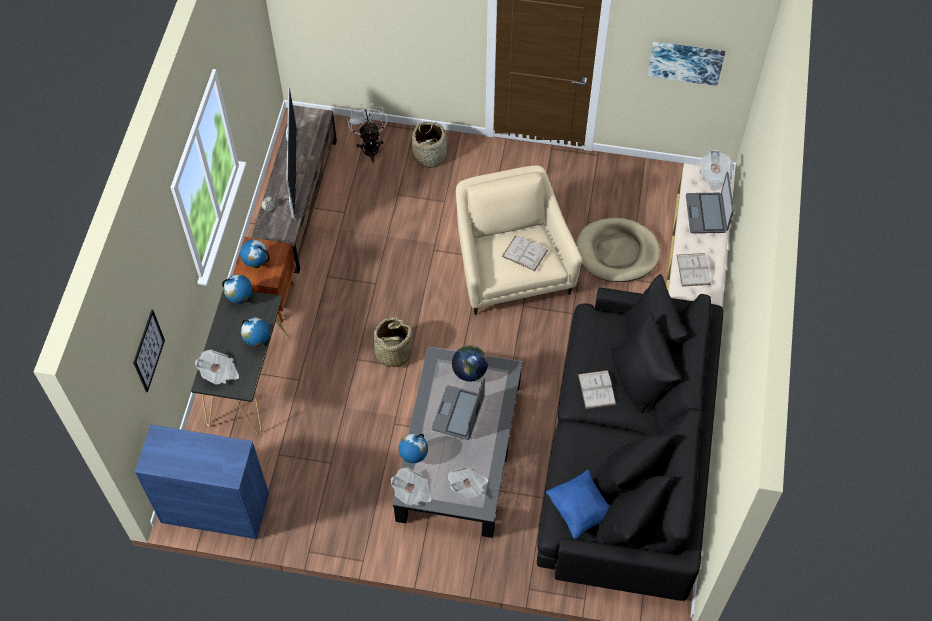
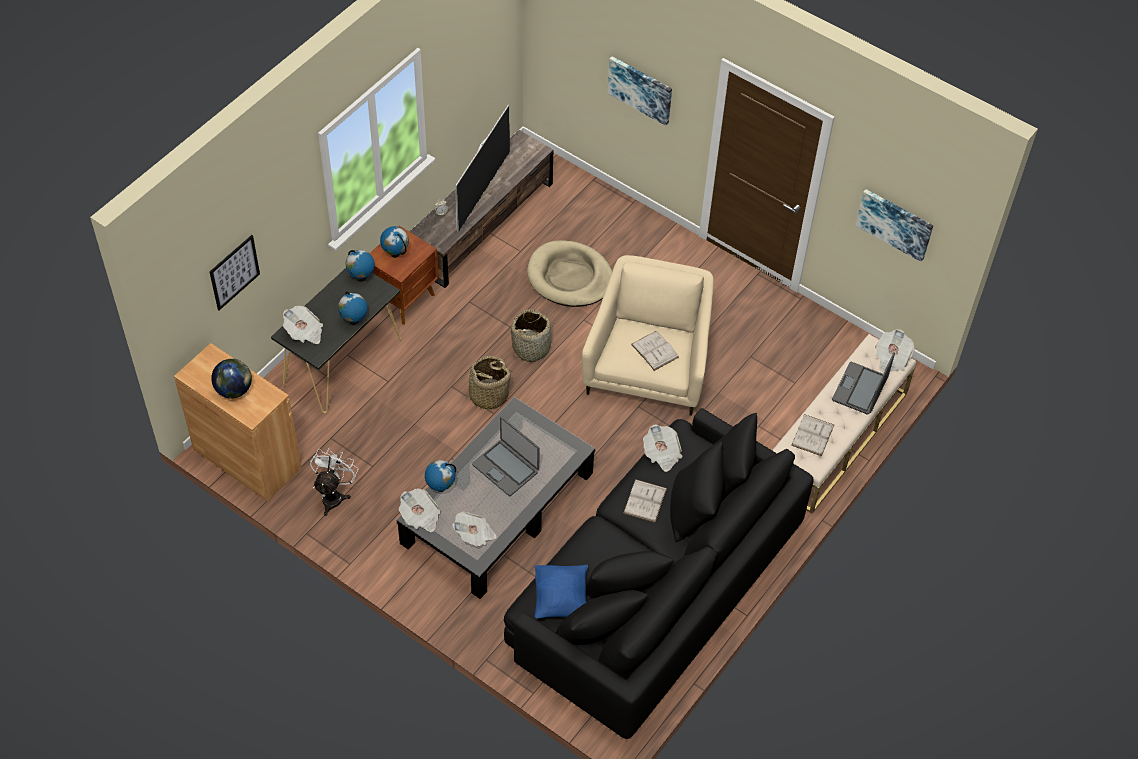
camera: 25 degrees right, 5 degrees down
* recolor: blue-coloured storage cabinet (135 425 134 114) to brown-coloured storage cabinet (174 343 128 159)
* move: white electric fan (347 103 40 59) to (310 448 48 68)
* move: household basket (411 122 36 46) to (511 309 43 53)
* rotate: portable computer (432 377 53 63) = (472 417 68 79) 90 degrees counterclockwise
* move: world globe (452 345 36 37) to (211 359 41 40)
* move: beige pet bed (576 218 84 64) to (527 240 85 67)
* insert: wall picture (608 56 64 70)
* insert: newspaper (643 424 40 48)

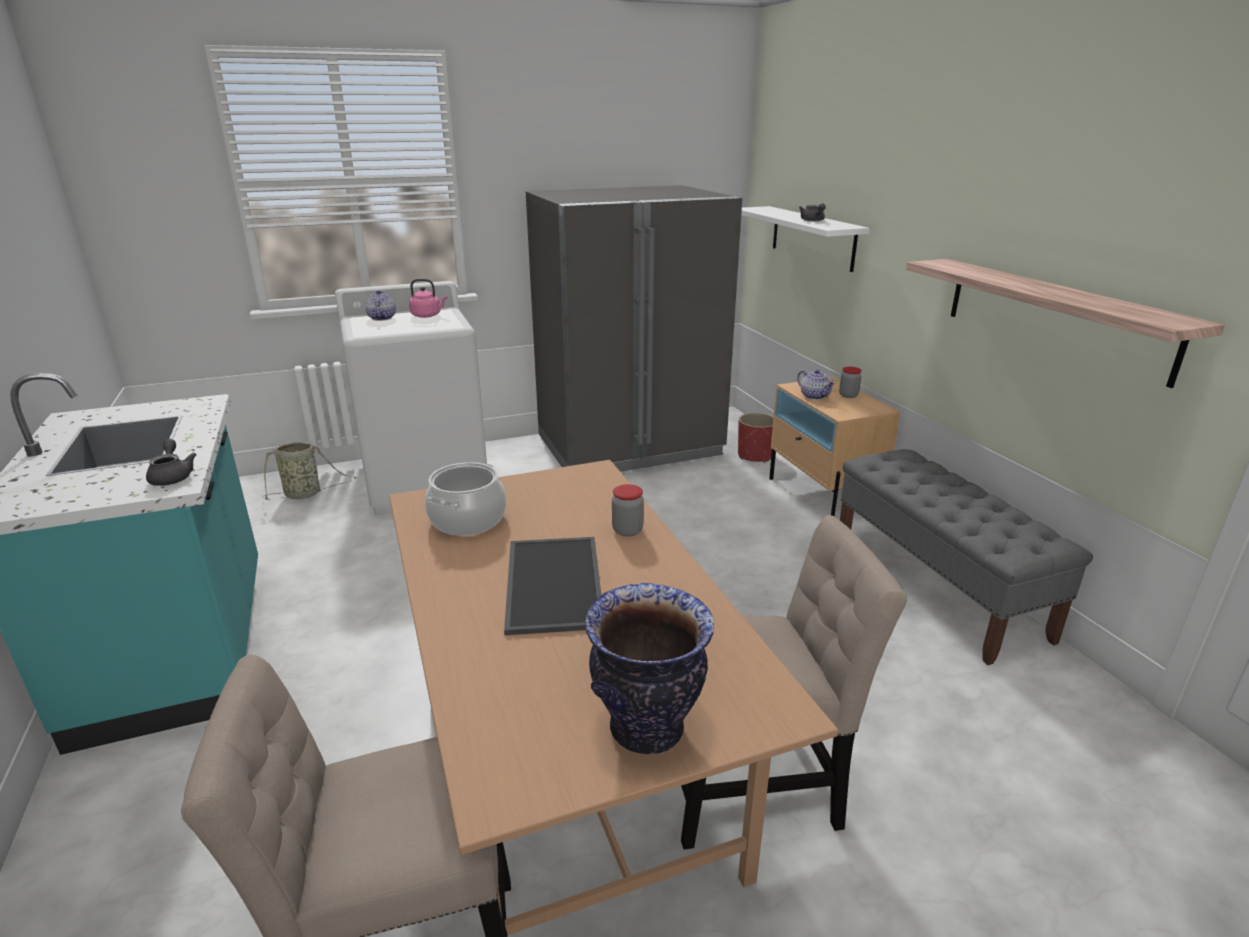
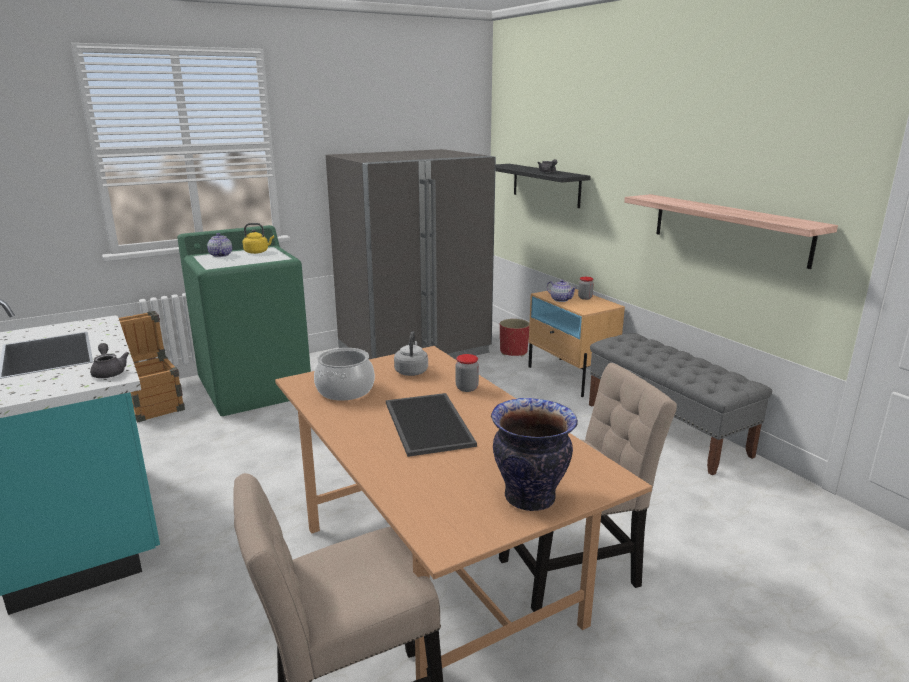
camera: 10 degrees left, 5 degrees down
* replace: household basket (263 442 93 58) to packing crate (119 311 66 111)
* recolor: white laundry machine (335 281 152 235) to green laundry machine (177 225 134 191)
* recolor: pink-coloured water kettle (409 279 38 39) to yellow-coloured water kettle (243 223 31 31)
* recolor: white wall shelf (741 206 129 66) to black-coloured wall shelf (496 164 95 44)
* insert: grey water kettle (394 331 34 45)

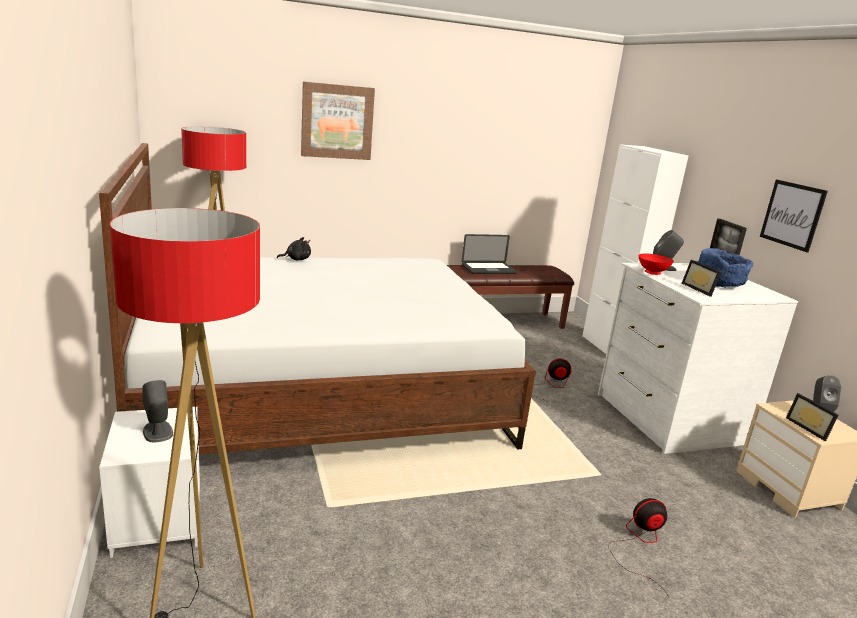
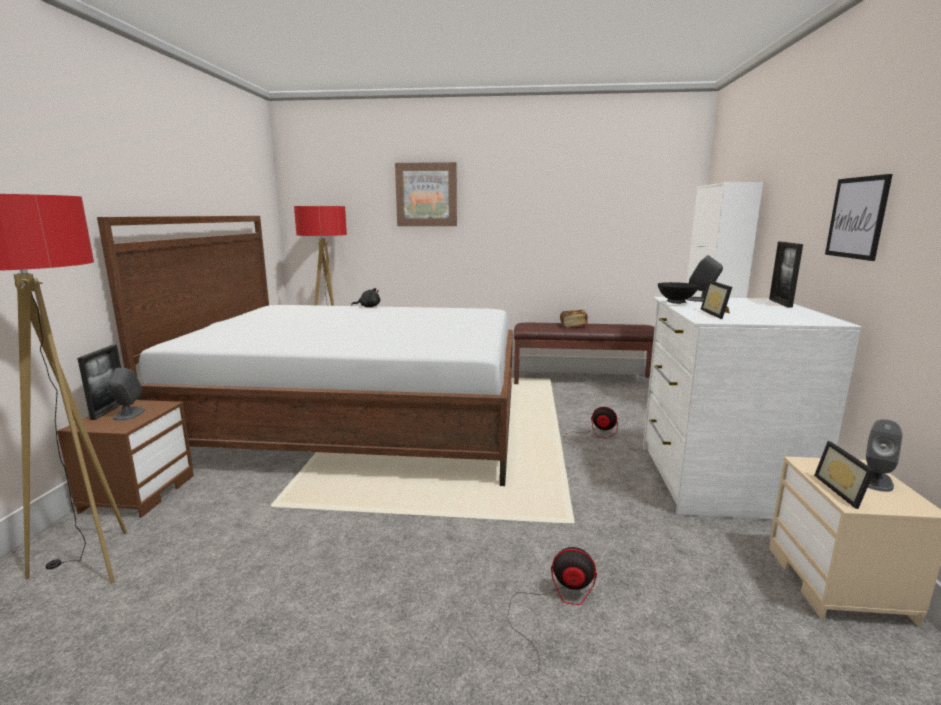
camera: 25 degrees right, 5 degrees down
* recolor: white bedside table (99 407 101 151) to brown-coloured bedside table (57 400 137 118)
* replace: portable computer (462 234 55 40) to volume (560 310 28 18)
* recolor: red bowl (638 254 36 21) to black-coloured bowl (658 282 41 22)
* delete: blue-coloured bowl (696 248 57 40)
* insert: photo frame (77 345 44 75)

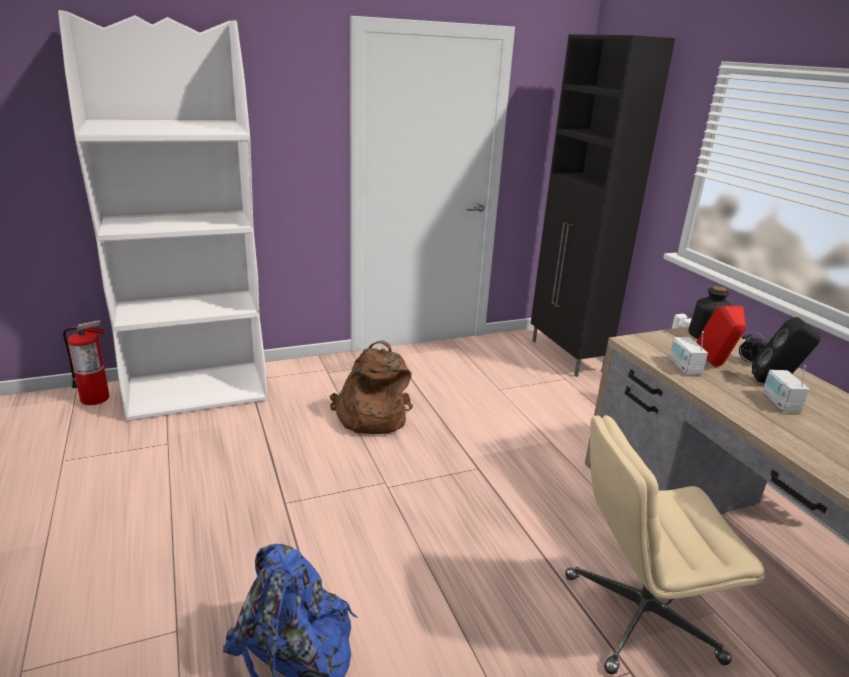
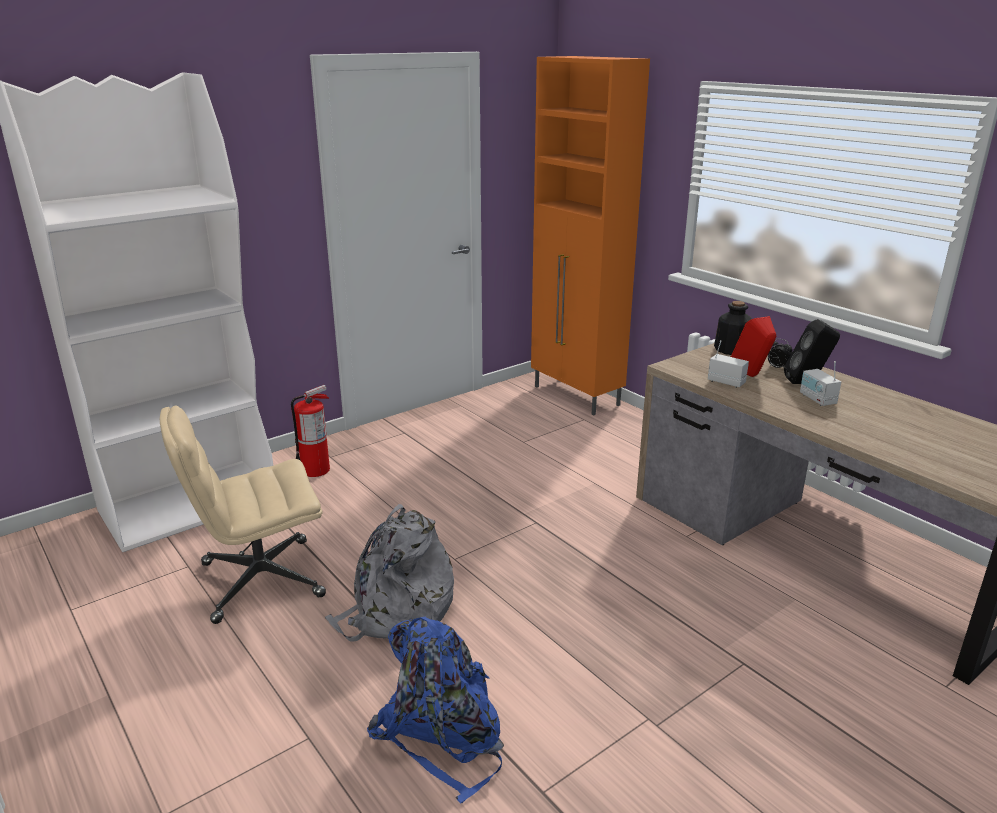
camera: 15 degrees left, 0 degrees up
* move: fire-fighting cylinder (63 320 47 85) to (291 385 39 92)
* delete: brown-coloured rucksack (329 341 84 93)
* recolor: black-coloured storage cabinet (531 34 144 343) to orangey storage cabinet (531 56 119 359)
* move: beige computer chair (565 415 200 259) to (160 405 166 219)
* rotate: radio receiver (669 331 39 43) = (708 340 41 48) 150 degrees clockwise
* insert: grey rucksack (325 504 129 138)

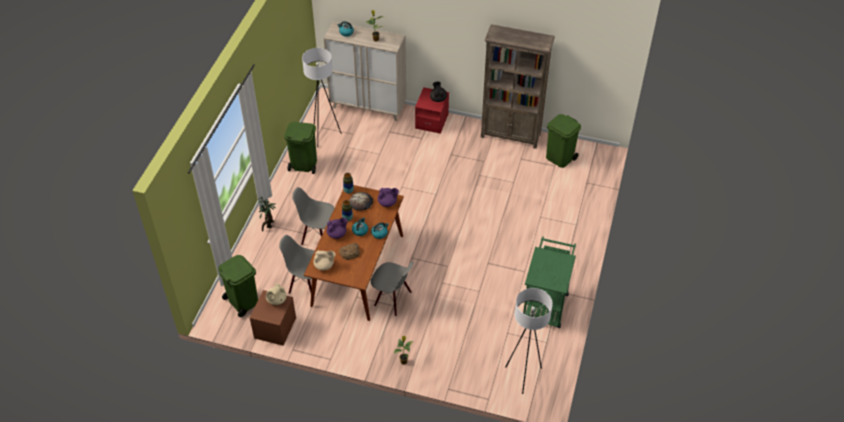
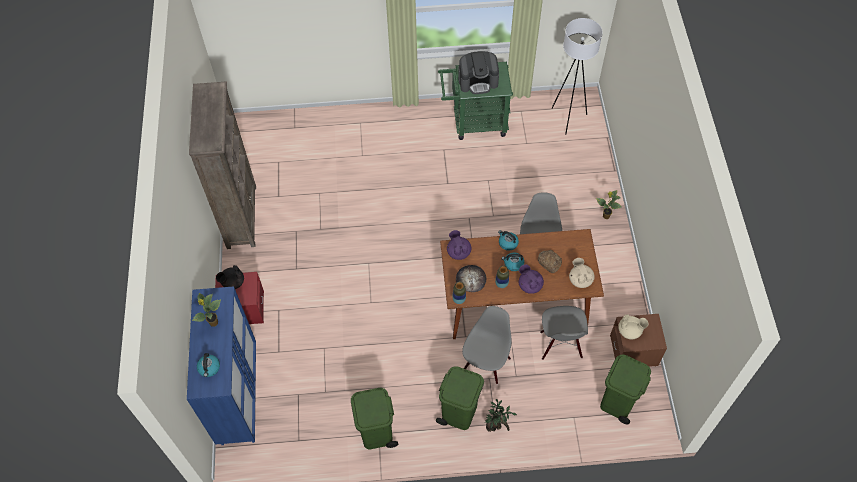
camera: 110 degrees left, 10 degrees up
* rotate: grey upright chair (292 187 42 58) = (462 306 49 78) 150 degrees counterclockwise
* delete: white floor lamp (302 48 40 100)
* recolor: beige storage cabinet (323 22 83 99) to blue-coloured storage cabinet (187 286 69 159)
* move: green waste bin (546 114 35 54) to (436 366 48 64)
* insert: coffee machine (458 51 41 43)

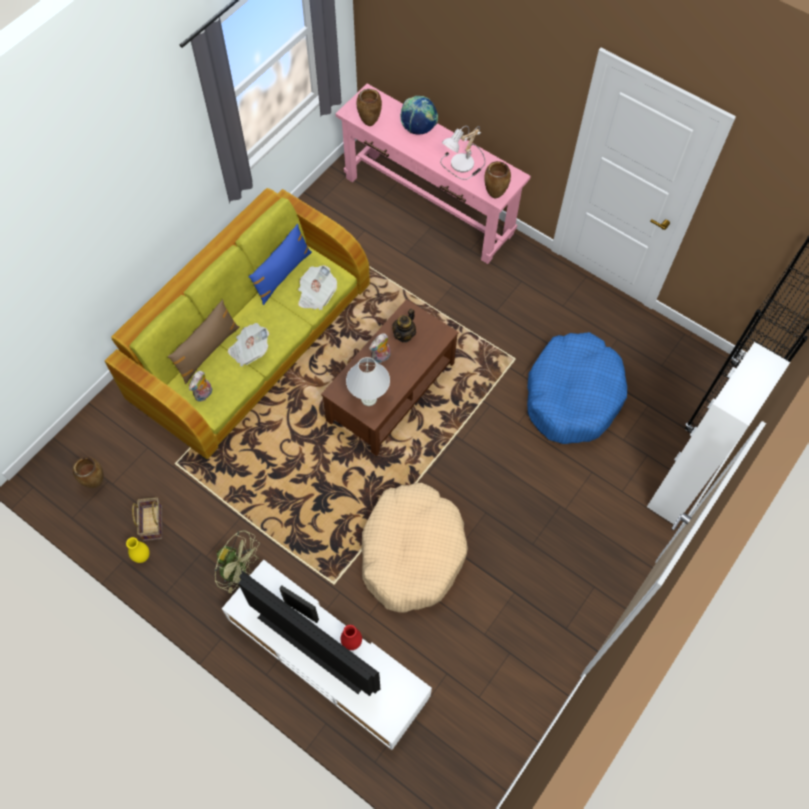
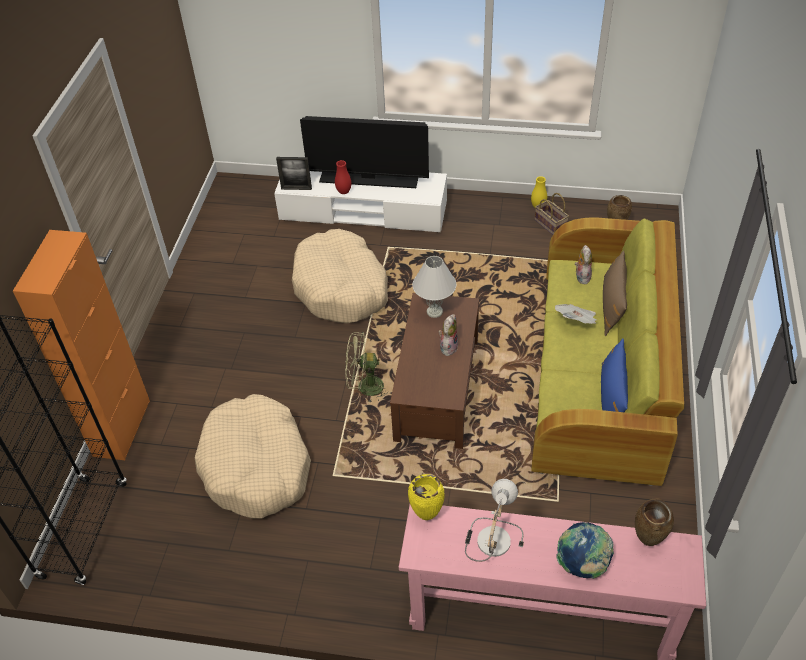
camera: 155 degrees right, 15 degrees down
* move: green electric fan (214 531 46 62) to (345 332 41 71)
* move: photo frame (279 585 40 38) to (276 157 36 33)
* delete: newspaper (298 265 39 45)
* delete: pot for tea (392 309 24 34)
* recolor: brown-coloured decorative vase (484 161 27 37) to yellow-coloured decorative vase (408 474 37 46)
* recolor: blue-coloured pet bed (527 332 100 112) to beige pet bed (195 394 116 125)
* recolor: white storage cabinet (647 342 143 182) to orangey storage cabinet (13 230 137 230)

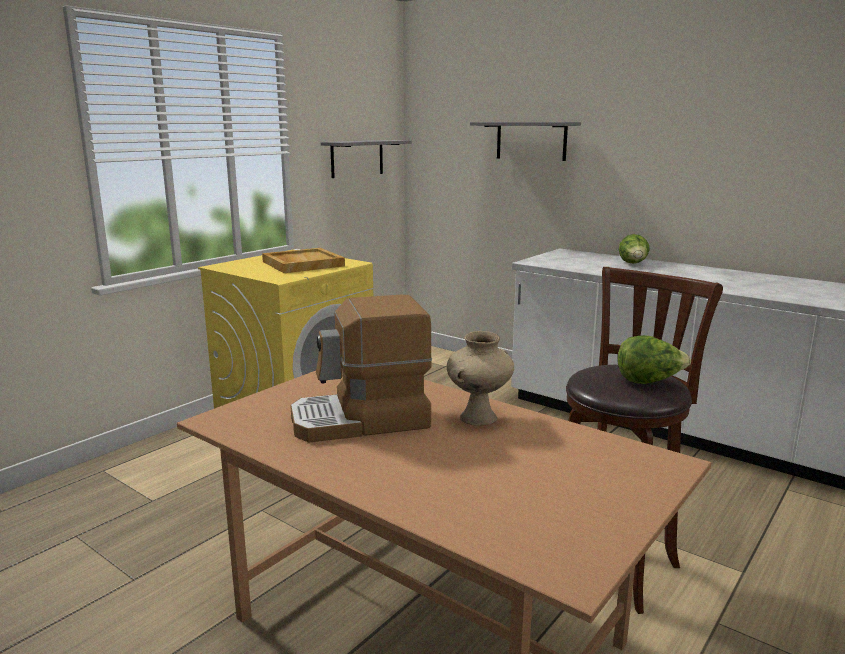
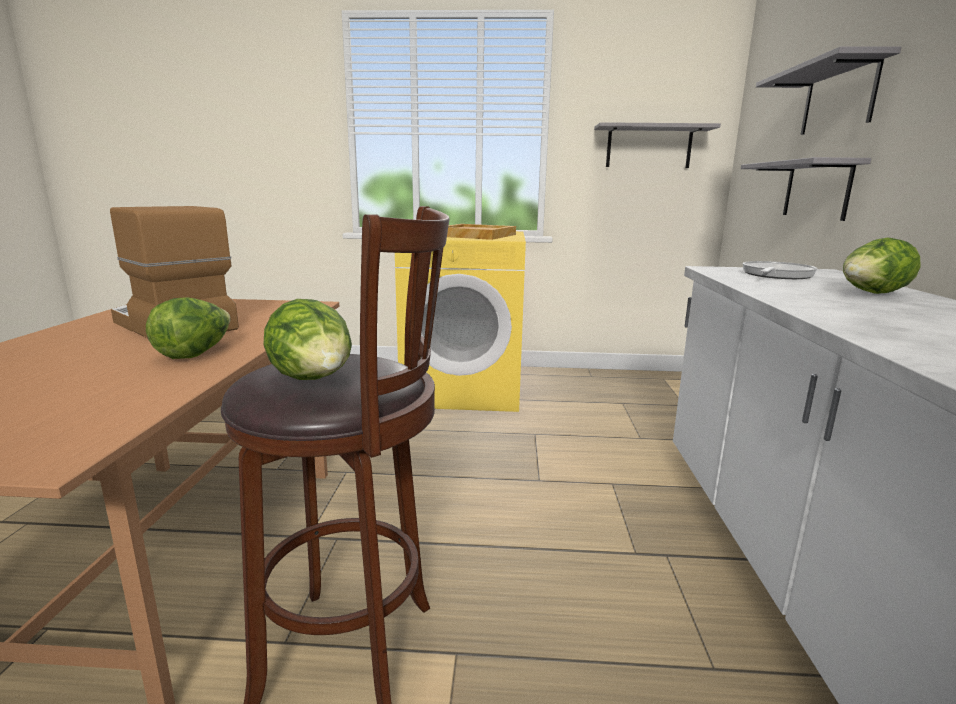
camera: 55 degrees right, 0 degrees up
* replace: beige decorative vase (447 331 67 95) to lettuce head (146 297 85 62)
* insert: grey wall shelf (741 157 130 64)
* insert: skillet (743 261 74 18)

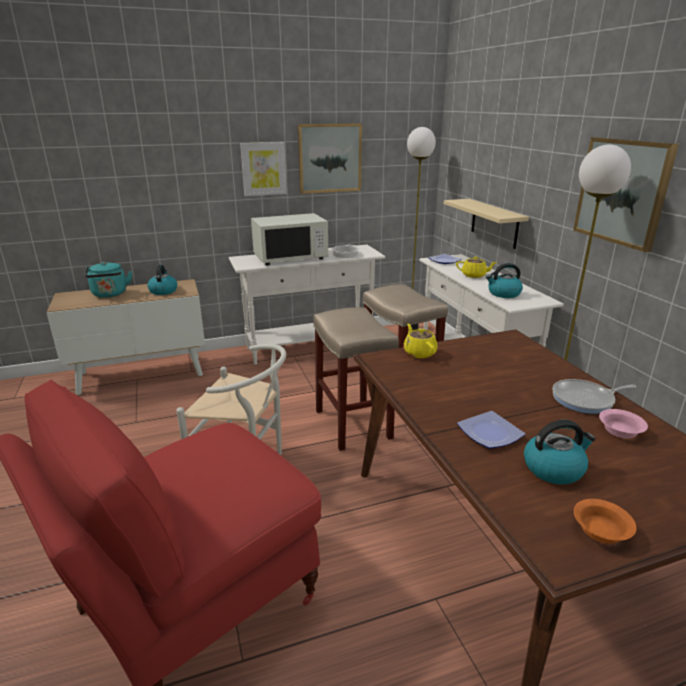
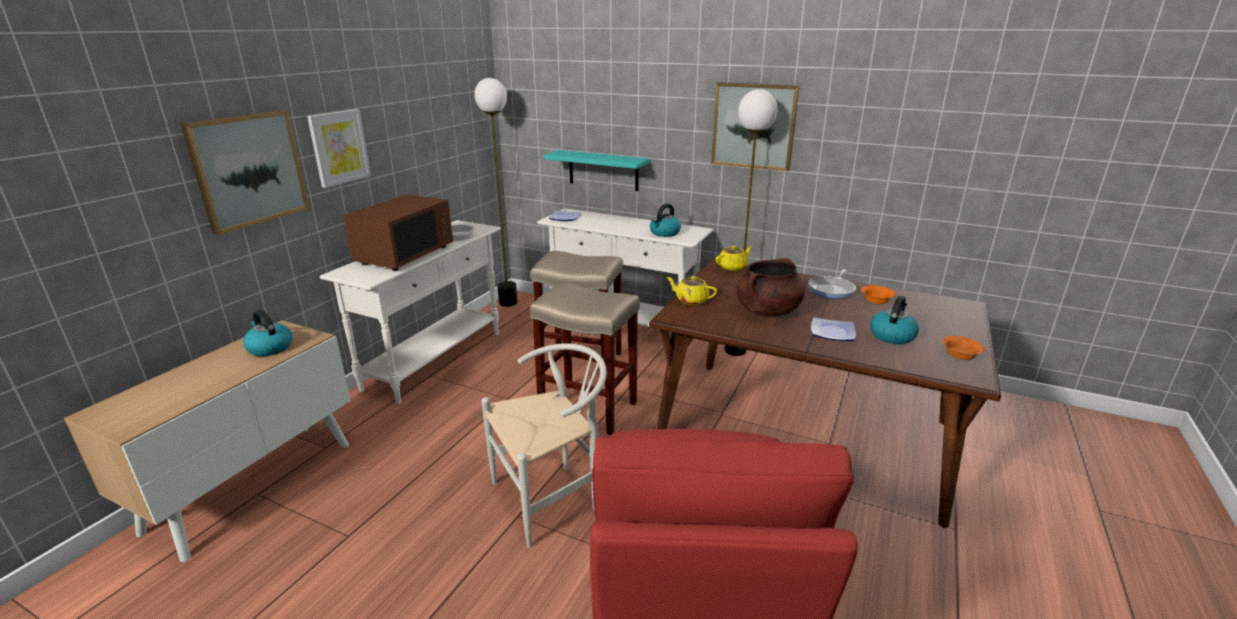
camera: 45 degrees left, 0 degrees up
* delete: turquoise water kettle (85 262 47 36)
* recolor: white microwave (251 213 77 52) to brown-coloured microwave (343 194 110 77)
* move: wall picture (298 123 64 71) to (180 110 129 125)
* recolor: beige wall shelf (444 199 85 50) to turquoise wall shelf (543 150 107 41)
* move: yellow-coloured pot for tea (456 256 41 22) to (716 246 36 25)
* recolor: pink-coloured bowl (599 409 49 29) to orangey bowl (861 286 35 18)
* insert: brown-coloured stockpot (737 258 68 58)

